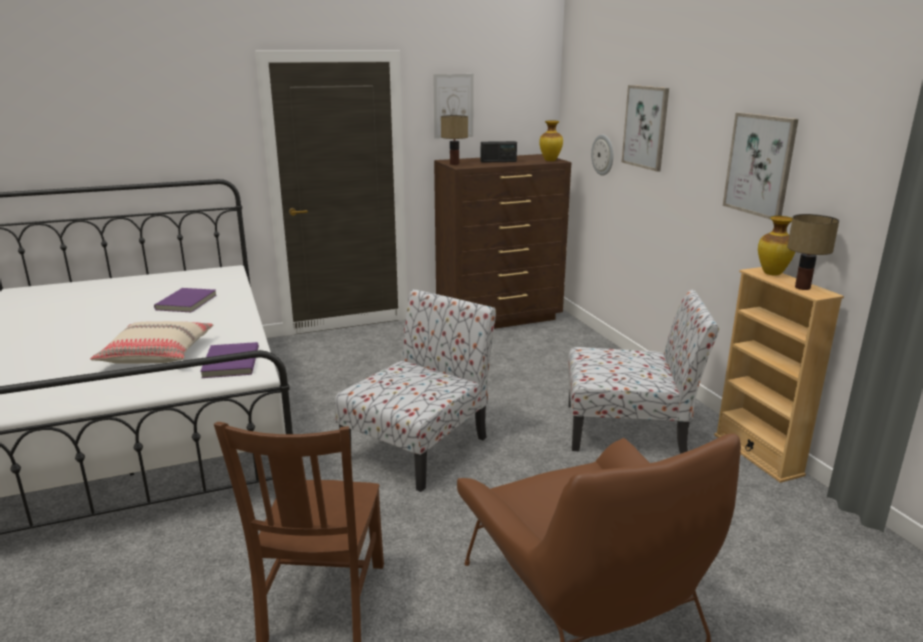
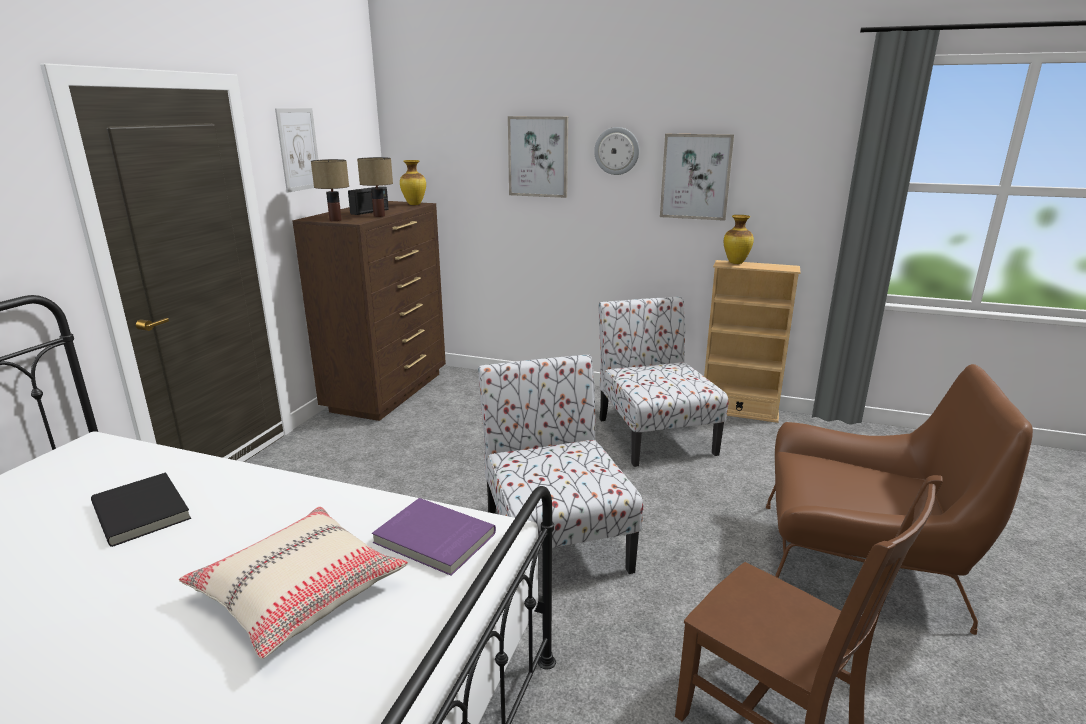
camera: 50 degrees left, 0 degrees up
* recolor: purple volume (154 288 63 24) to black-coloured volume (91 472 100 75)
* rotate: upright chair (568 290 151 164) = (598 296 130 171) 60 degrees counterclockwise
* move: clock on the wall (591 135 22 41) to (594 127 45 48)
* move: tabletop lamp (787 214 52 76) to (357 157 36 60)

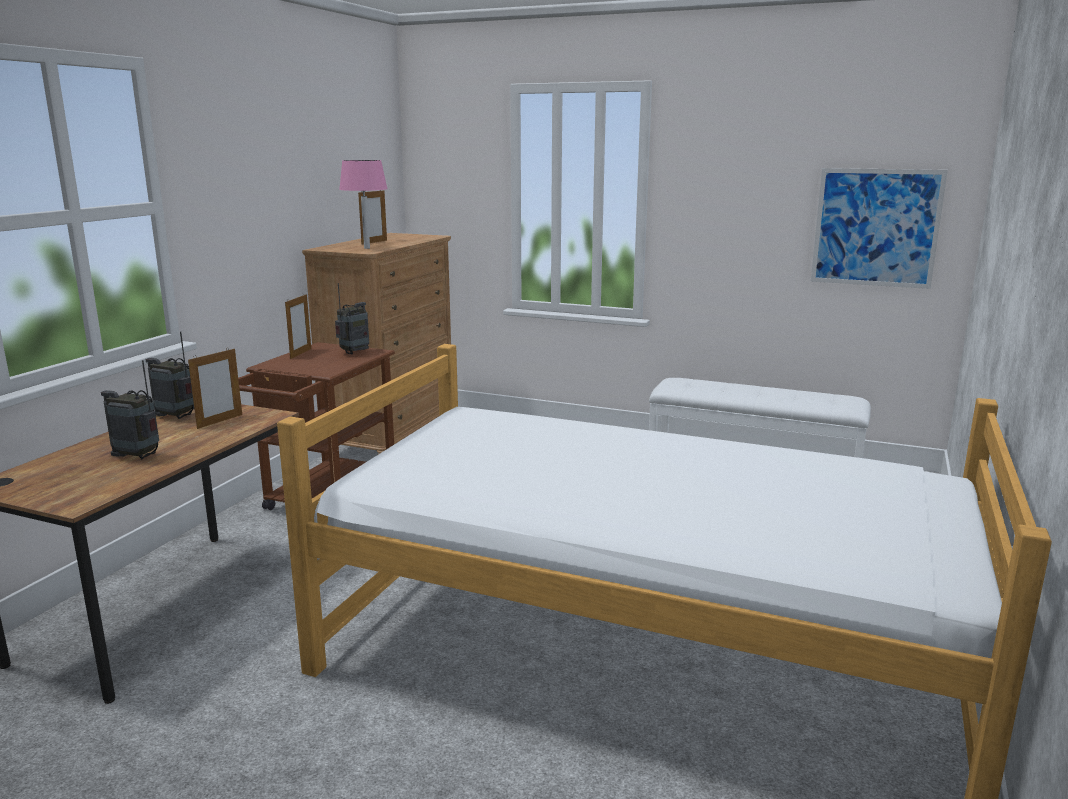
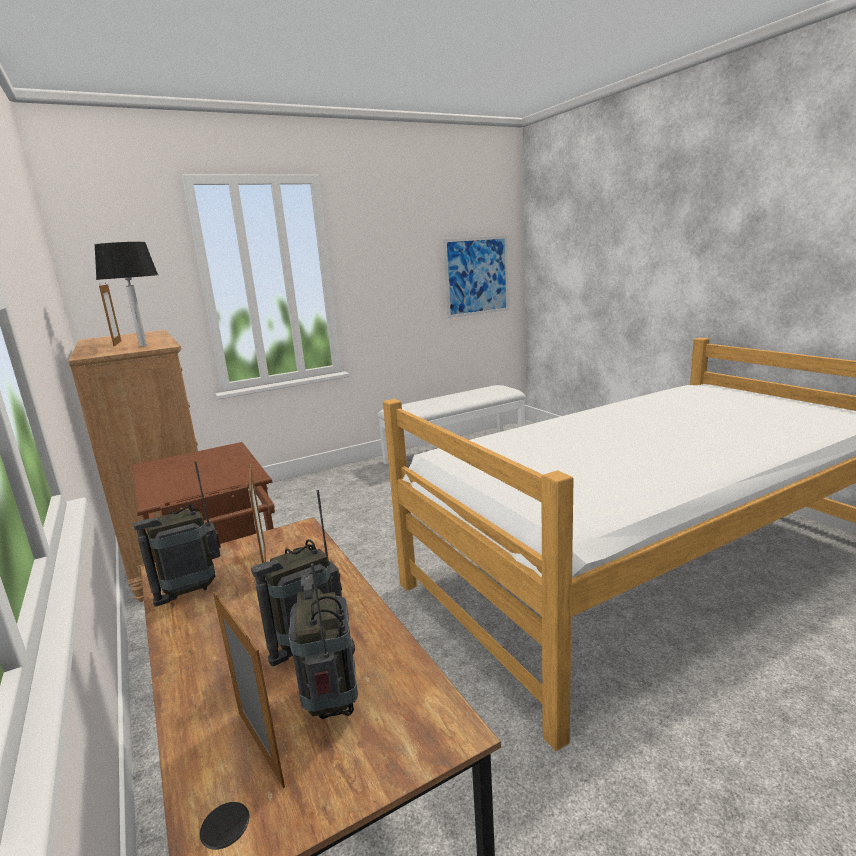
camera: 50 degrees left, 0 degrees up
* move: photo frame (285 294 26 65) to (213 592 72 196)
* move: radio receiver (335 283 34 72) to (289 563 69 156)
* recolor: pink-coloured tabletop lamp (339 160 49 89) to black-coloured tabletop lamp (94 242 64 105)

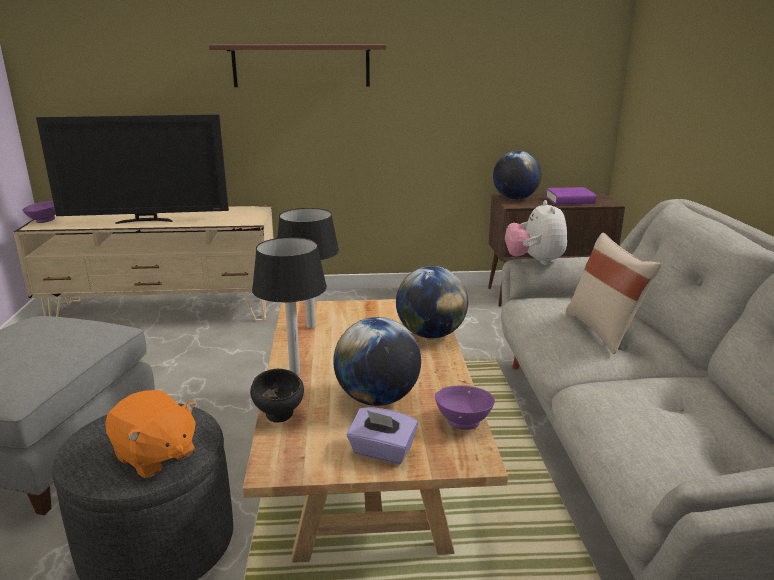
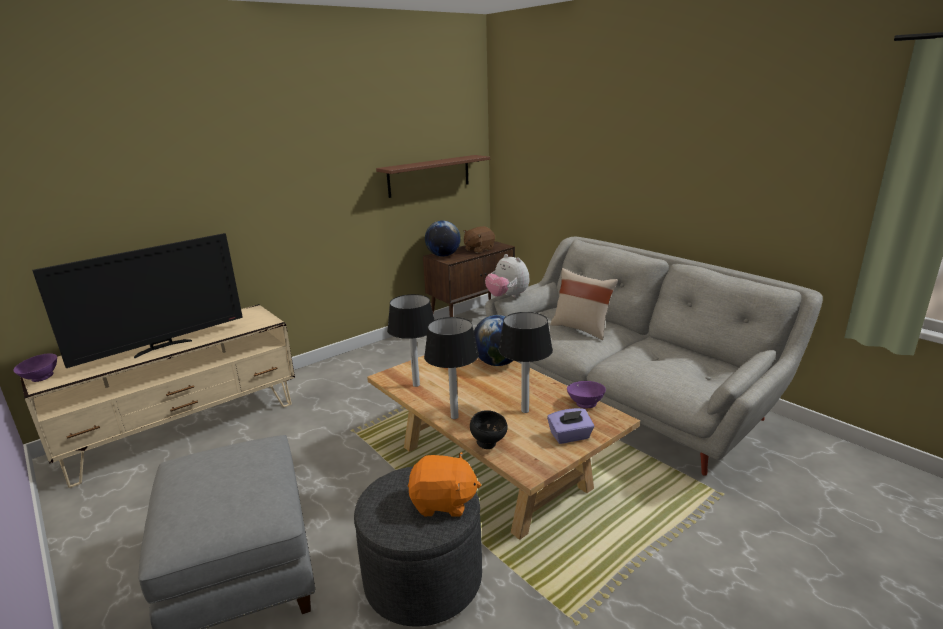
camera: 35 degrees left, 0 degrees up
* move: brown-coloured wall shelf (209 44 178 43) to (376 155 114 43)
* replace: world globe (333 317 88 89) to tabletop lamp (498 312 55 101)
* replace: purple volume (546 187 50 18) to brown-coloured cuddly toy (463 226 32 27)

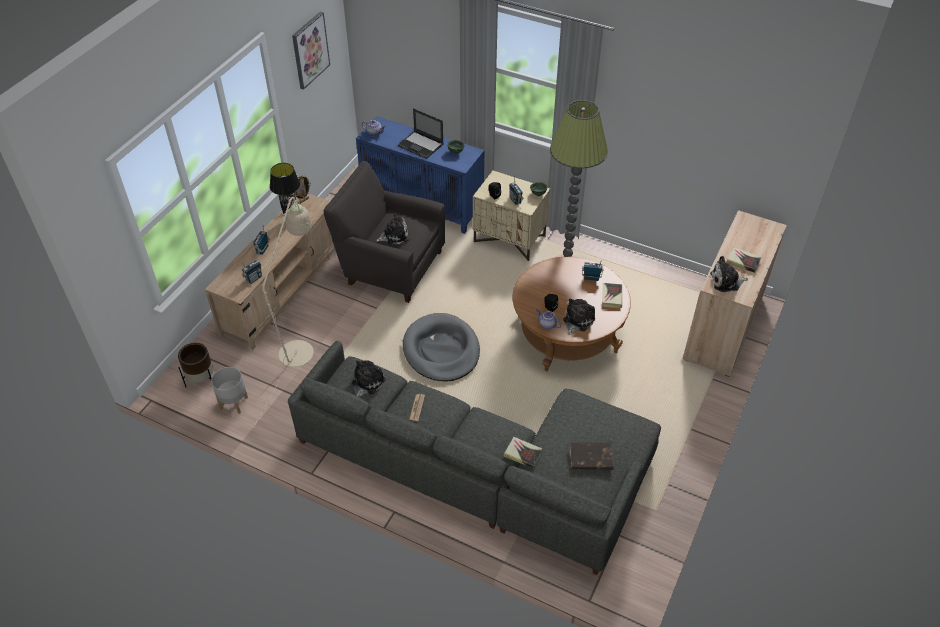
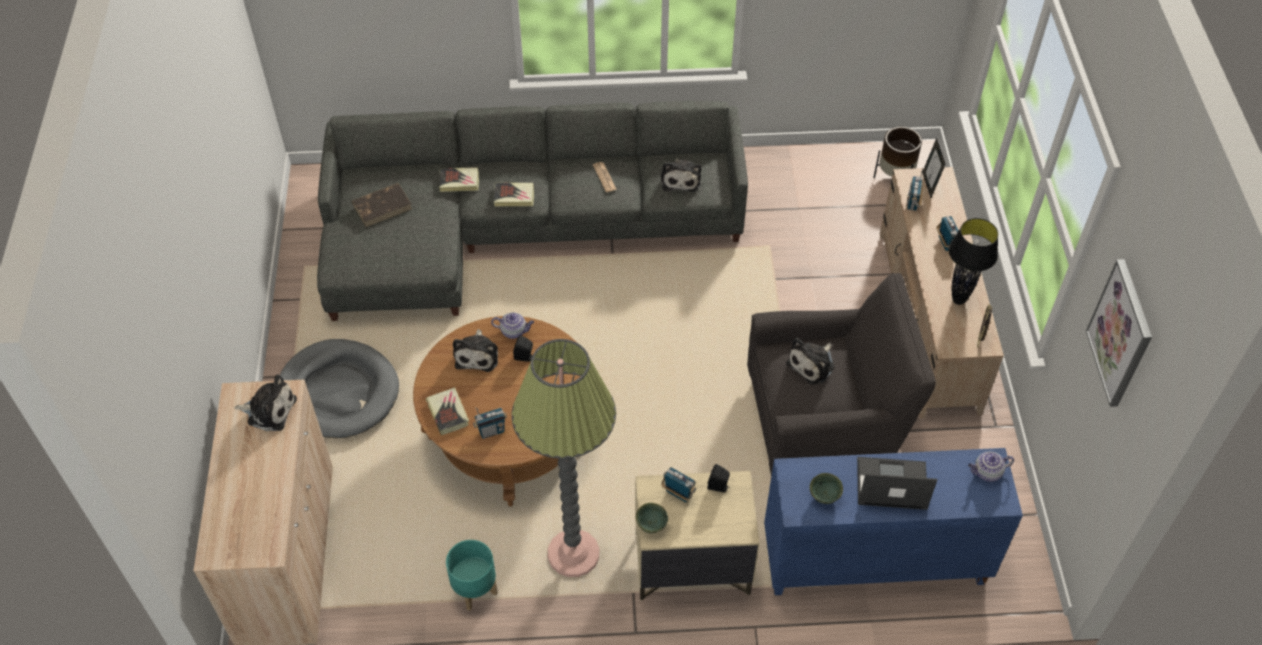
camera: 150 degrees right, 5 degrees up
* delete: grey plant pot (211 367 37 47)
* delete: beige floor lamp (253 197 61 231)
* move: grey pet bed (403 313 77 69) to (280 339 119 99)
* rotate: cuddly toy (710 256 38 36) = (235 374 62 57) 45 degrees clockwise
* move: volume (726 247 35 26) to (494 183 40 23)
* insert: turquoise plant pot (446 540 51 71)
* insert: photo frame (922 138 24 60)

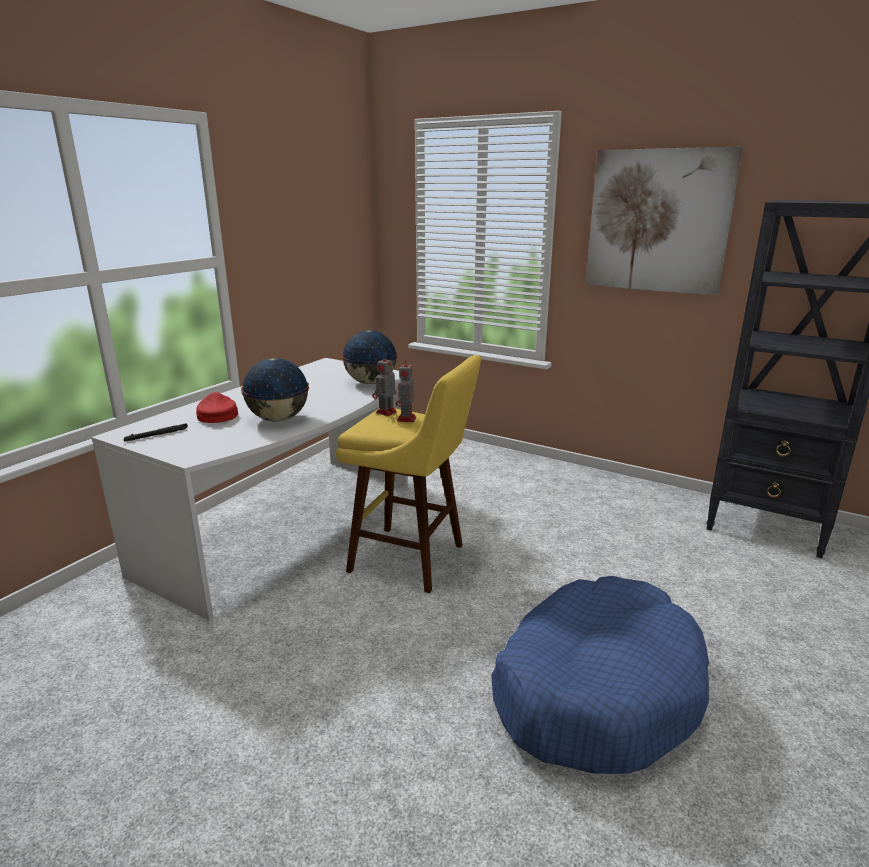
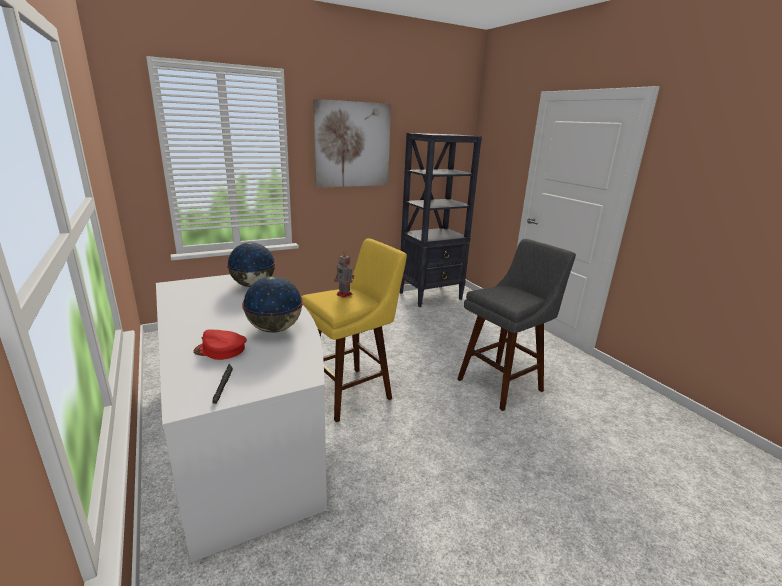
camera: 60 degrees left, 0 degrees up
* delete: robot figure (372 353 25 63)
* replace: blue-coloured pet bed (491 576 218 198) to grey stool seat (457 239 119 172)

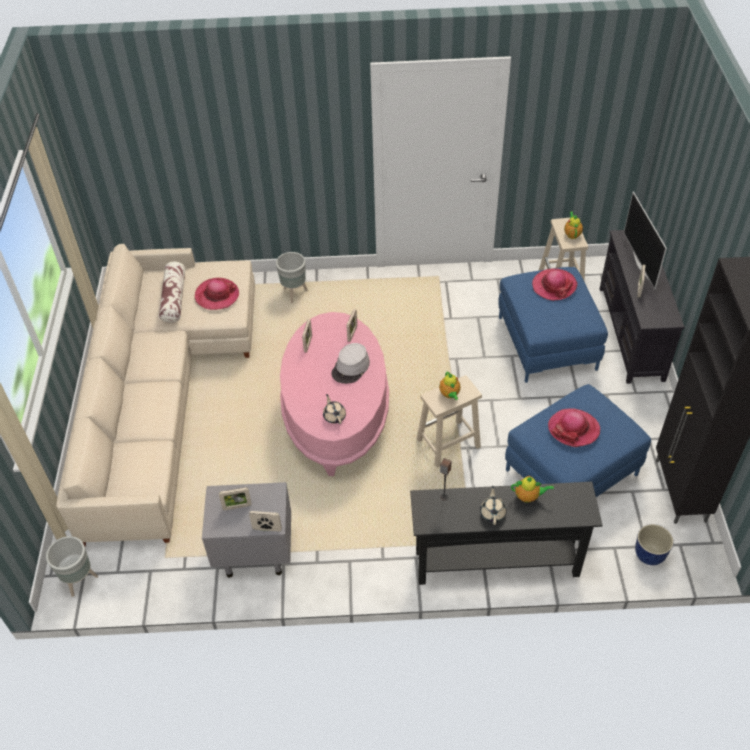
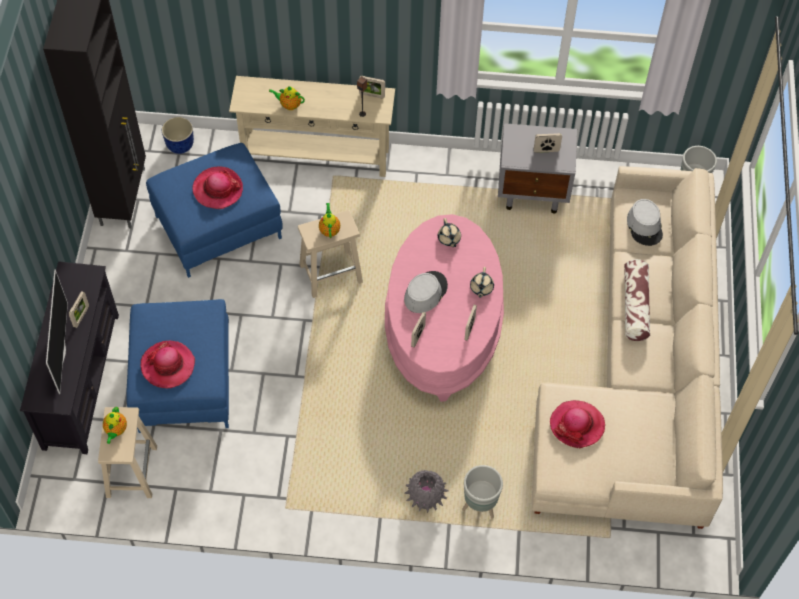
camera: 175 degrees left, 10 degrees up
* move: cushion (159 262 27 61) to (624 259 26 82)
* move: photo frame (249 511 33 20) to (359 76 26 23)
* recolor: black-coloured console table (410 482 193 103) to beige console table (229 76 166 101)
* move: beige pot for tea (480 486 27 39) to (470 267 24 30)
* insert: grey decorative vase (405 470 43 43)
* insert: grey hat (627 199 36 47)

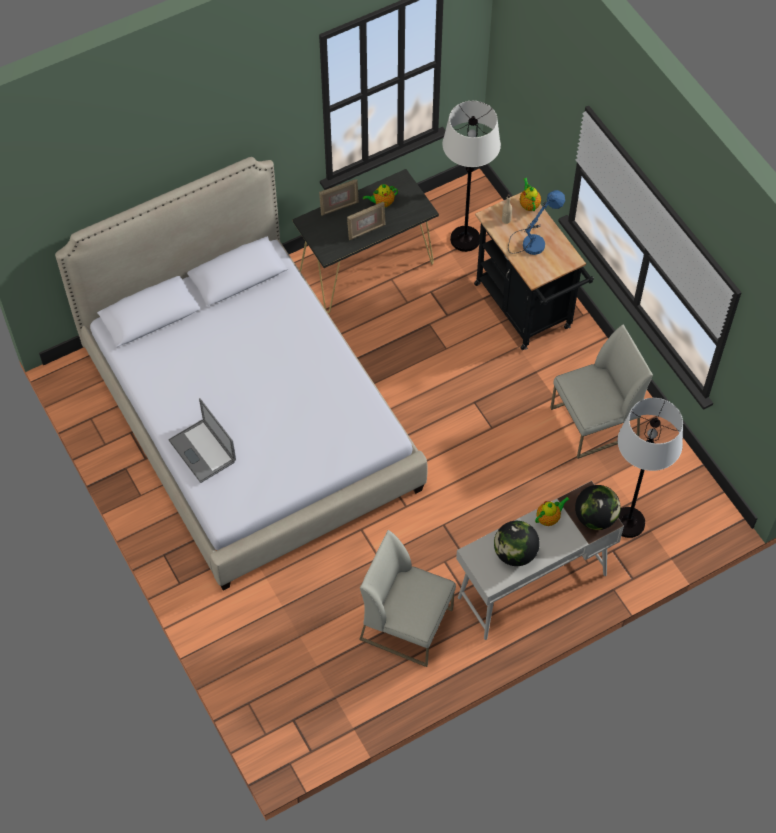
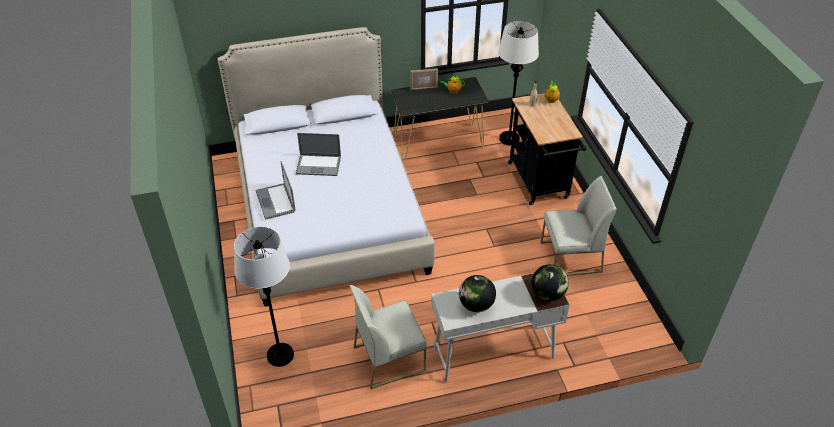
camera: 15 degrees right, 15 degrees down
* delete: photo frame (347 202 39 38)
* rotate: white upright chair (359 530 97 137) = (350 285 77 104) 60 degrees counterclockwise
* delete: blue-coloured tabletop lamp (508 190 57 65)
* delete: pot for tea (535 497 34 29)
* move: white floor lamp (618 398 65 140) to (234 227 60 140)
* insert: portable computer (296 133 45 43)

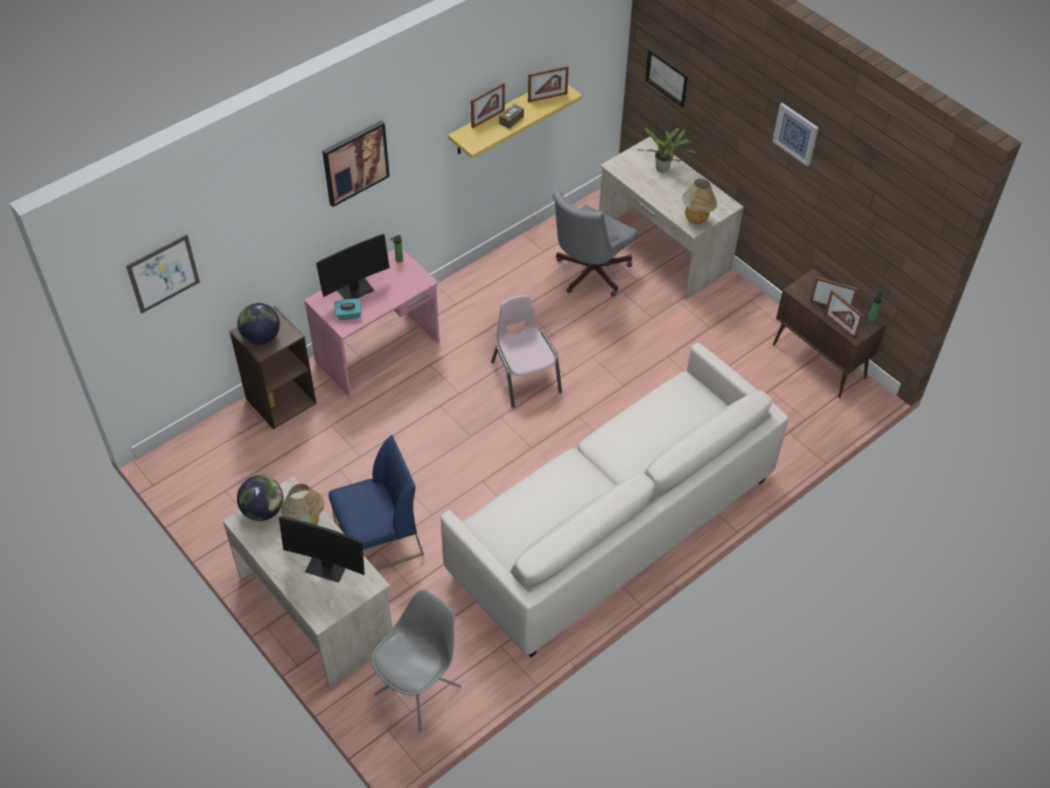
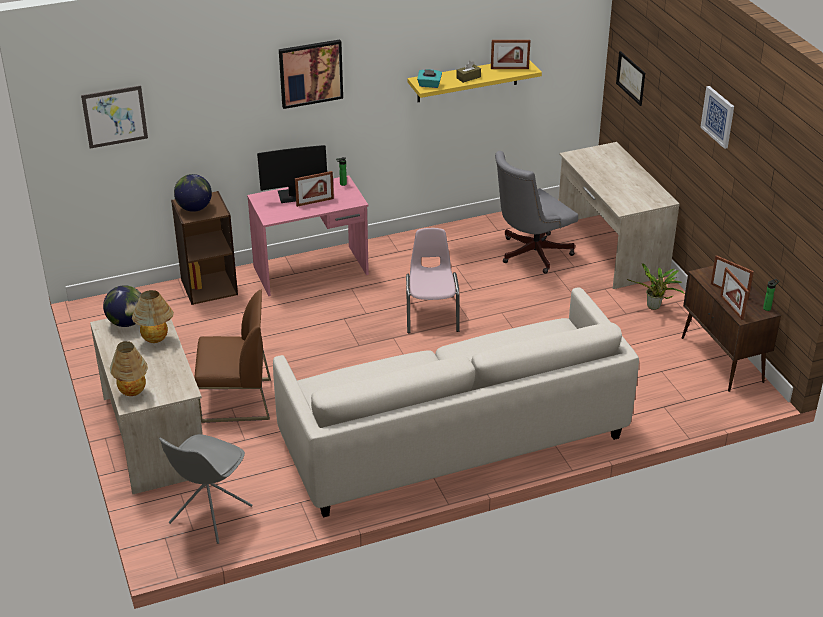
camera: 20 degrees right, 15 degrees down
* delete: monitor (279 516 86 67)
* recolor: blue-coloured upright chair (329 435 95 136) to brown-coloured upright chair (194 289 77 134)
* move: turquoise box of tissues (334 299 27 21) to (417 69 25 19)
* rotate: grey upright chair (371 590 91 141) = (159 434 94 110) 150 degrees clockwise
* move: photo frame (471 82 34 46) to (295 171 39 36)
* move: plant in a pot (637 128 60 45) to (627 263 58 47)
* move: tabletop lamp (682 178 35 46) to (110 341 38 55)

